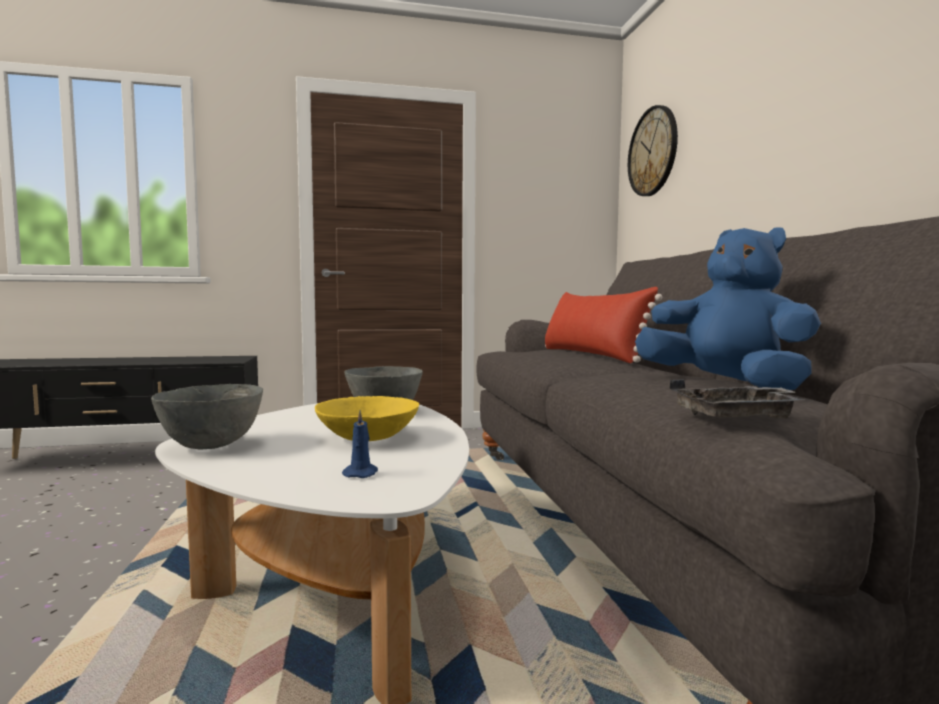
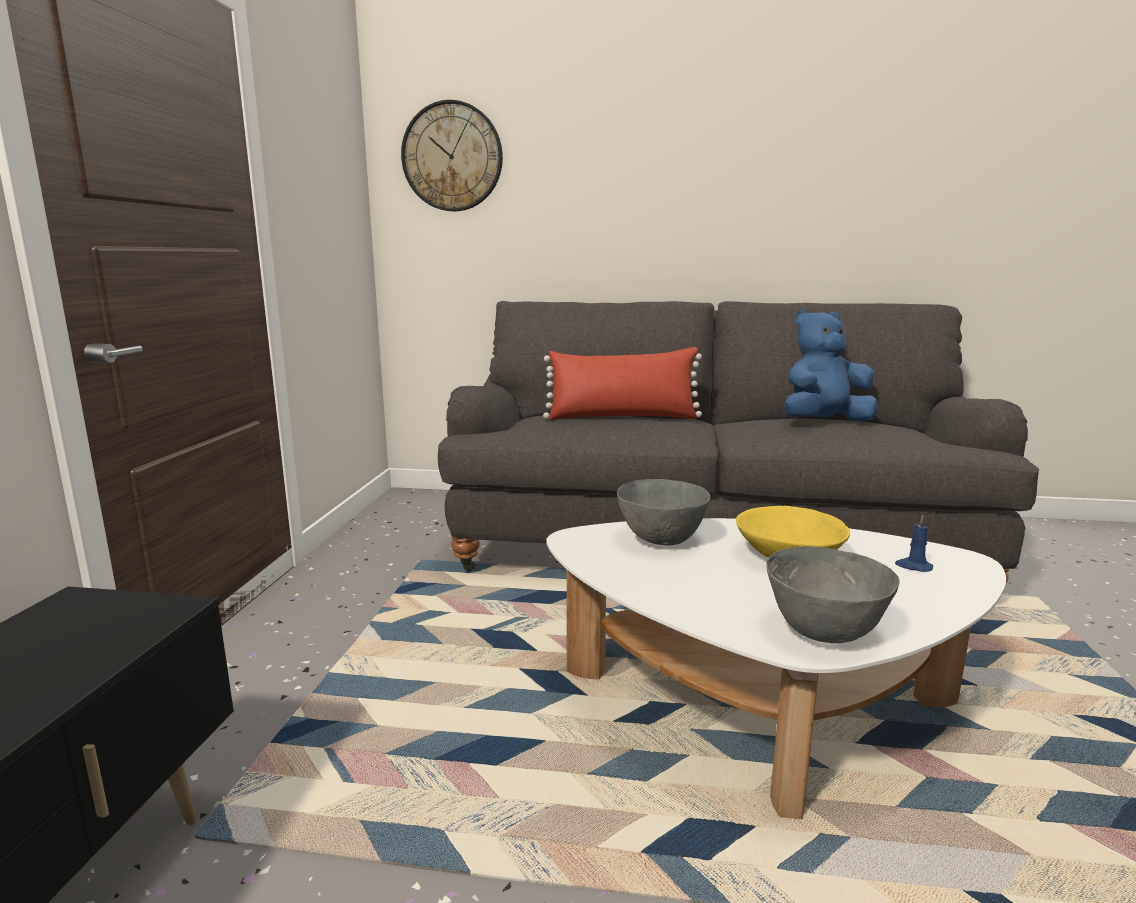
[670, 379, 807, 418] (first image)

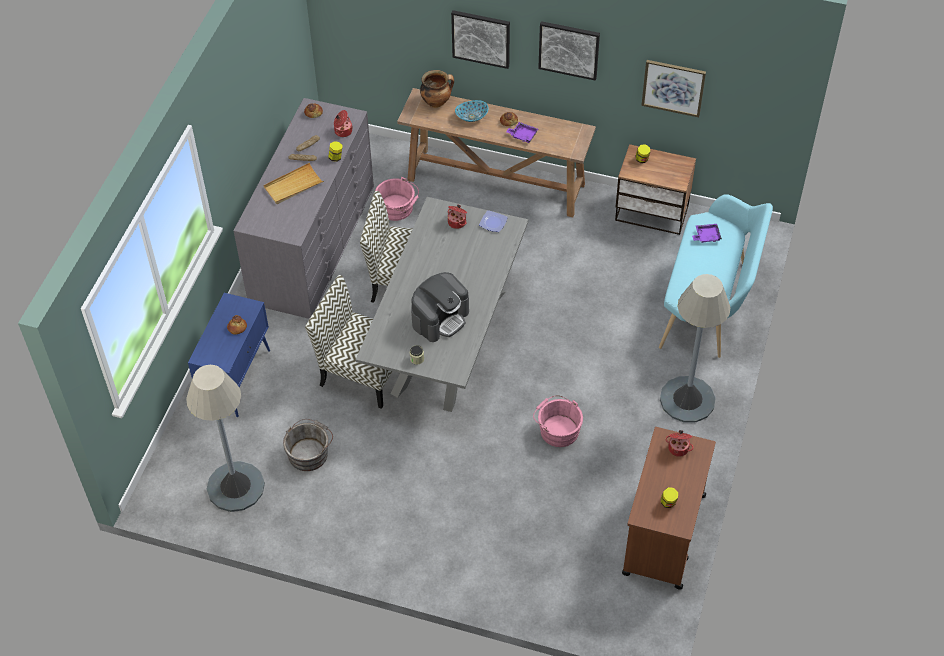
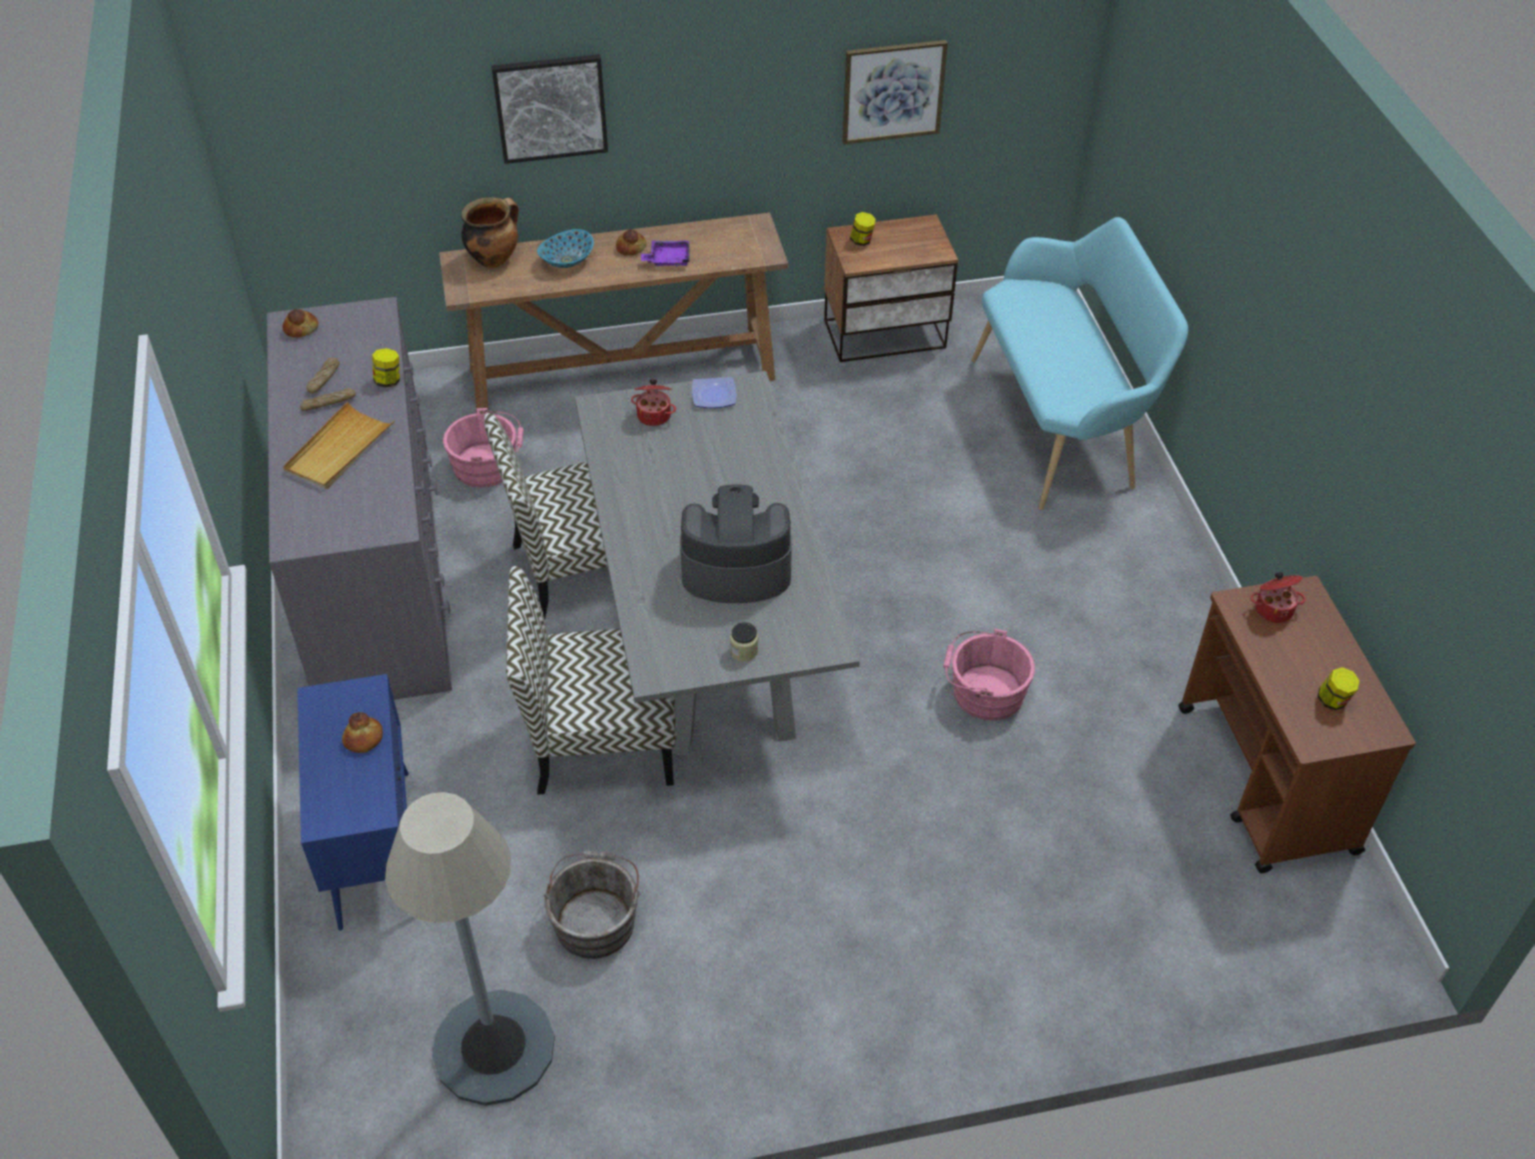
[334, 110, 353, 137] (first image)
[680, 484, 792, 603]
[538, 21, 600, 81] (first image)
[660, 274, 730, 423] (first image)
[692, 224, 722, 243] (first image)

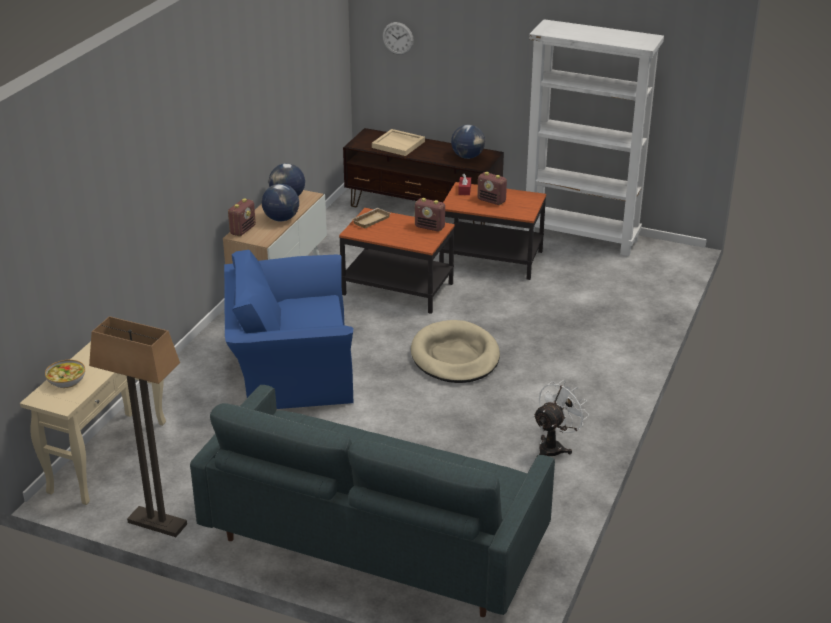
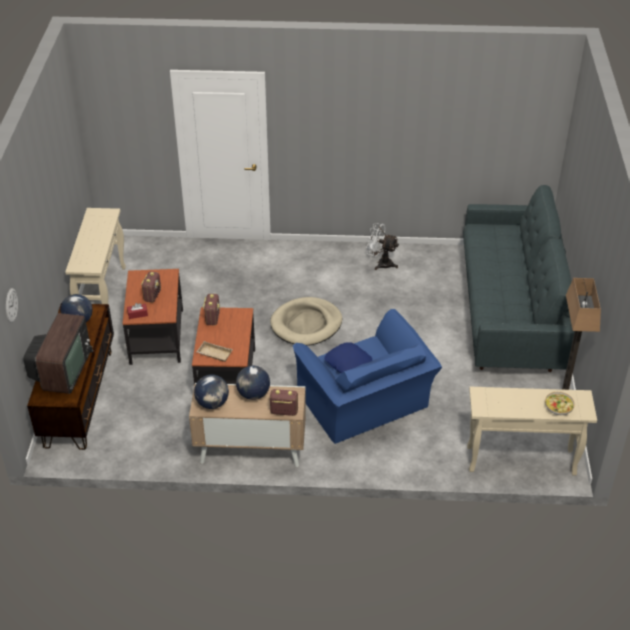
[23, 313, 93, 394]
[65, 208, 126, 304]
[325, 342, 372, 374]

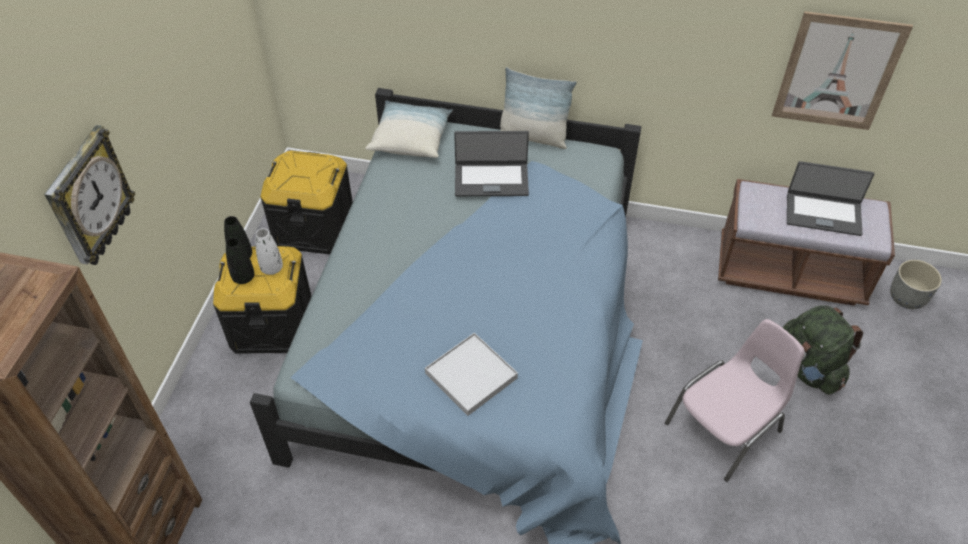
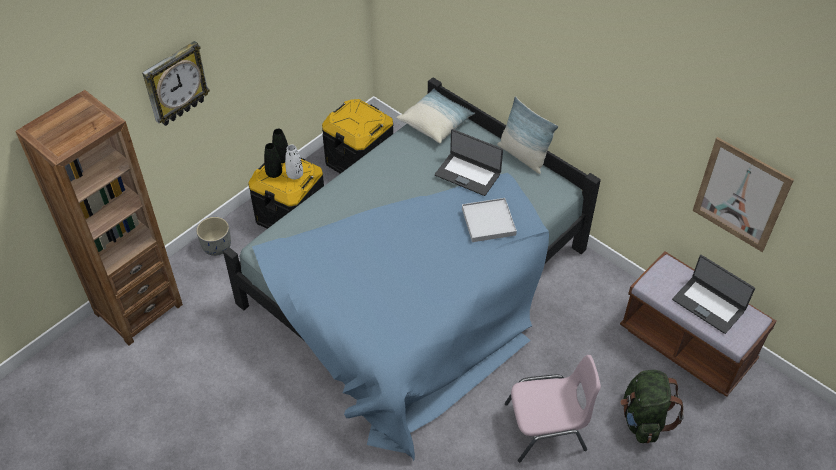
[462, 198, 517, 242]
[196, 217, 231, 256]

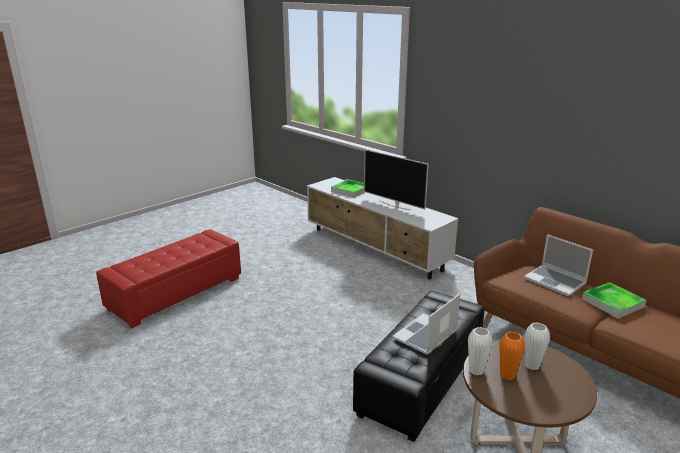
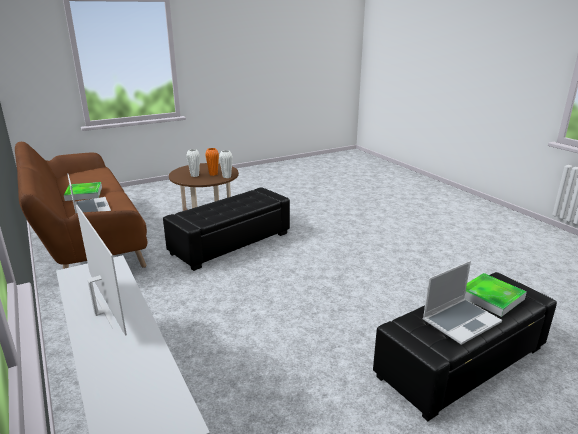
[373, 272, 557, 421]
[464, 273, 527, 317]
[423, 261, 502, 345]

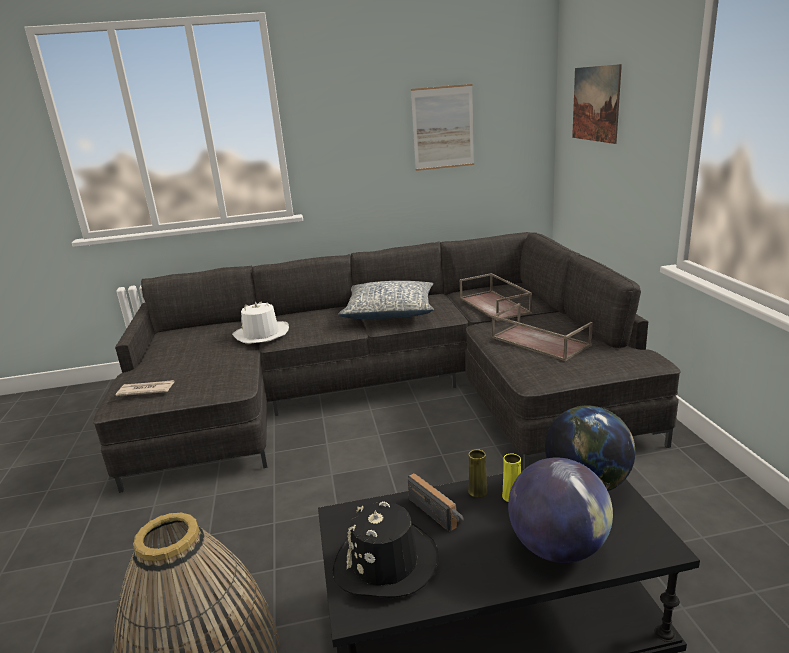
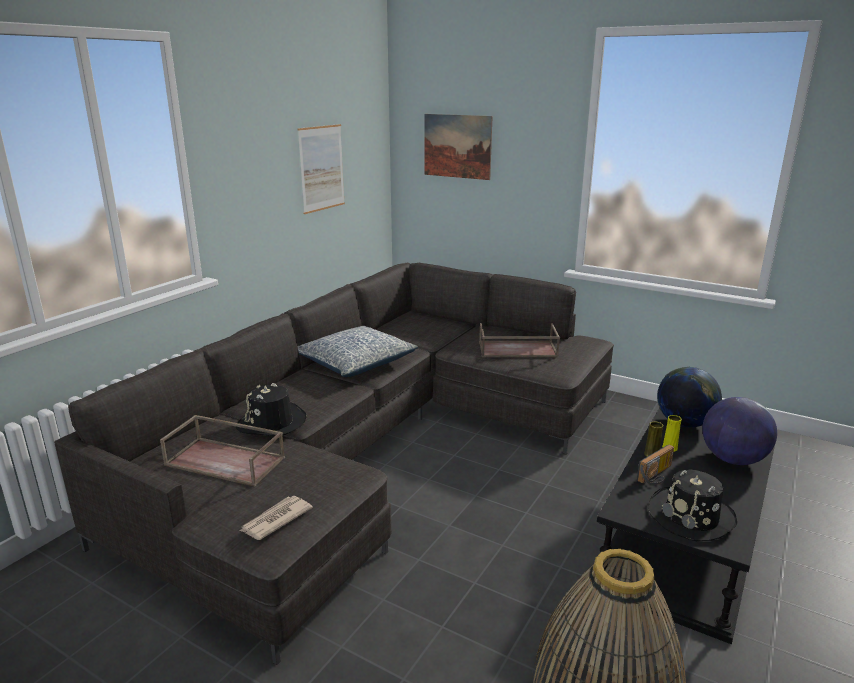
[236, 383, 307, 436]
[637, 445, 674, 485]
[160, 415, 285, 487]

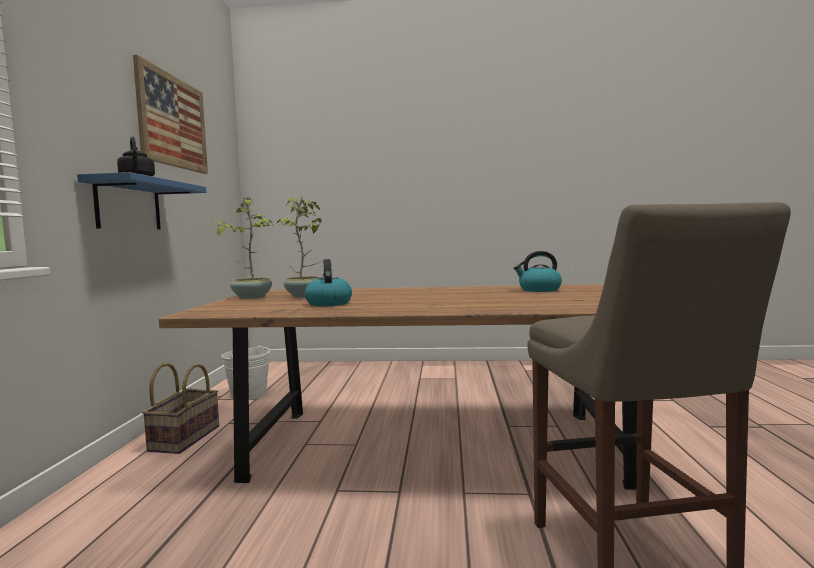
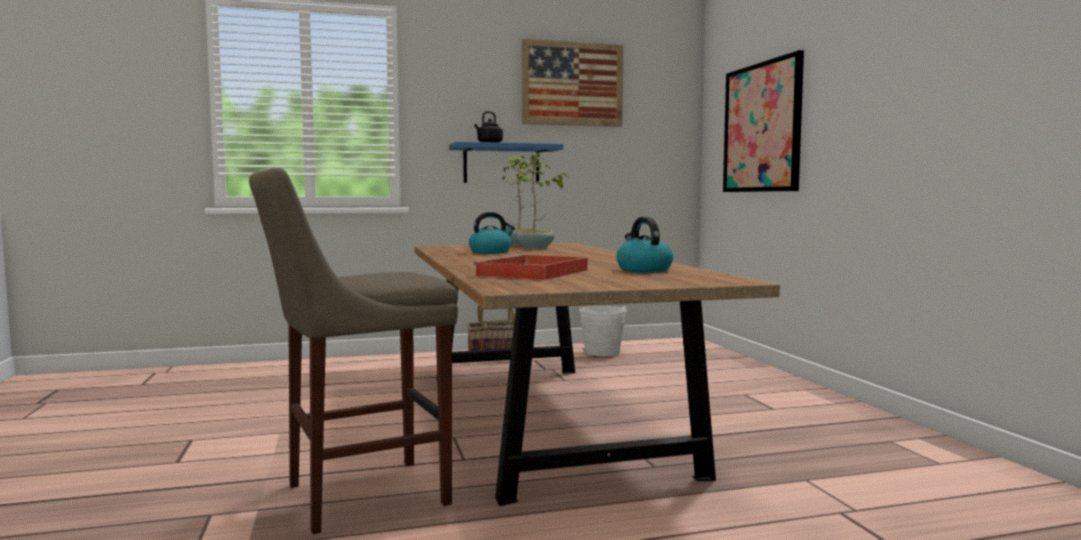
[473, 254, 588, 280]
[723, 50, 804, 192]

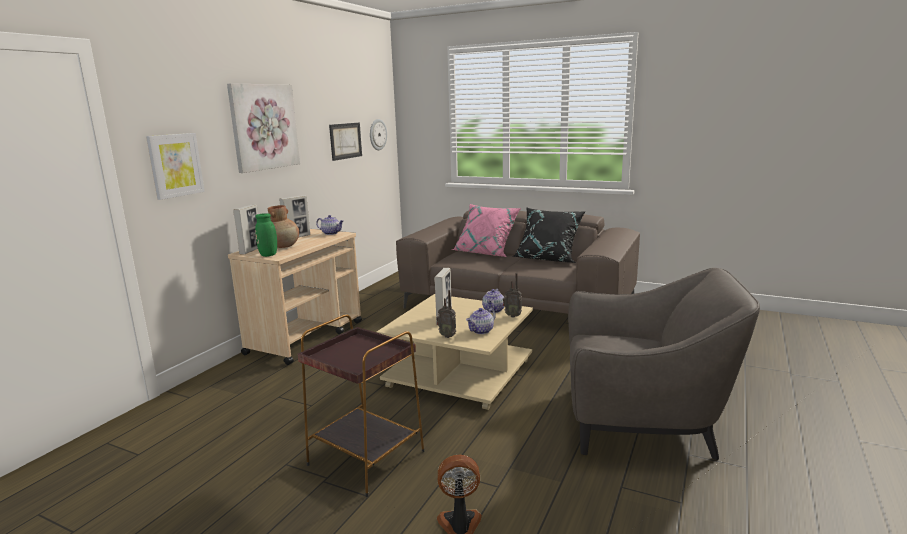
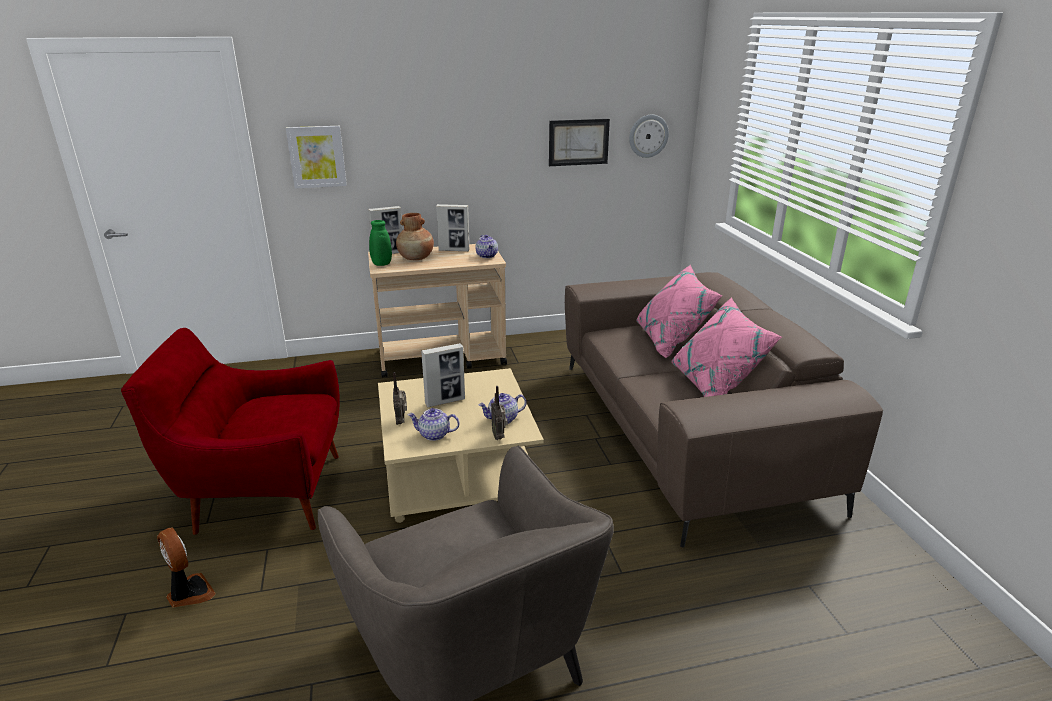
[227, 83, 300, 173] (first image)
[121, 328, 340, 535]
[672, 298, 782, 397]

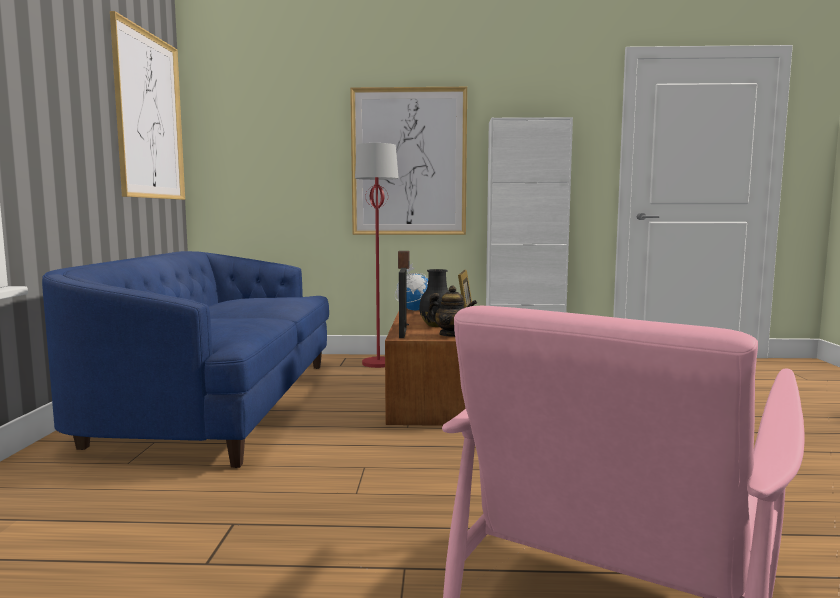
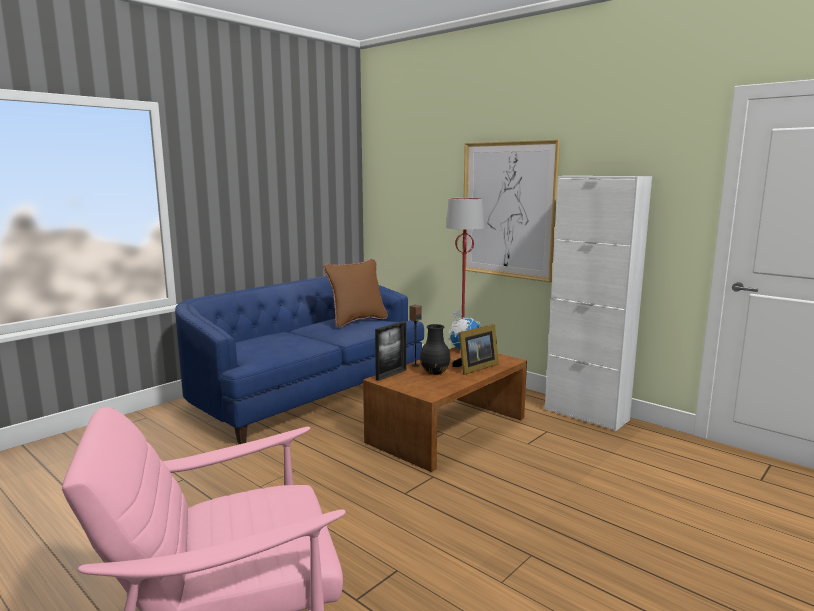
[110, 11, 185, 200] (first image)
[427, 286, 477, 337] (first image)
[323, 259, 388, 328]

